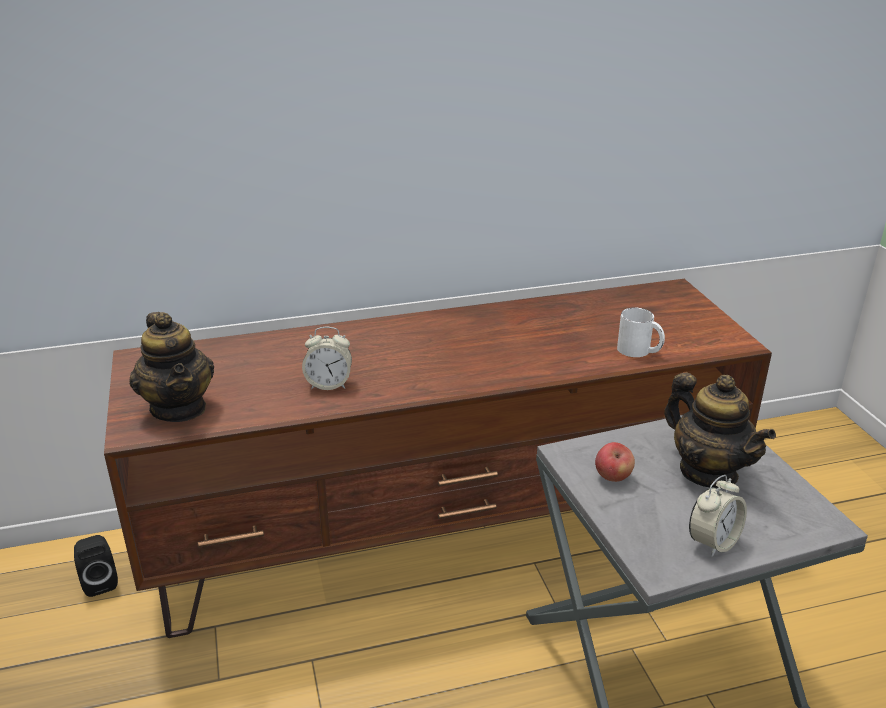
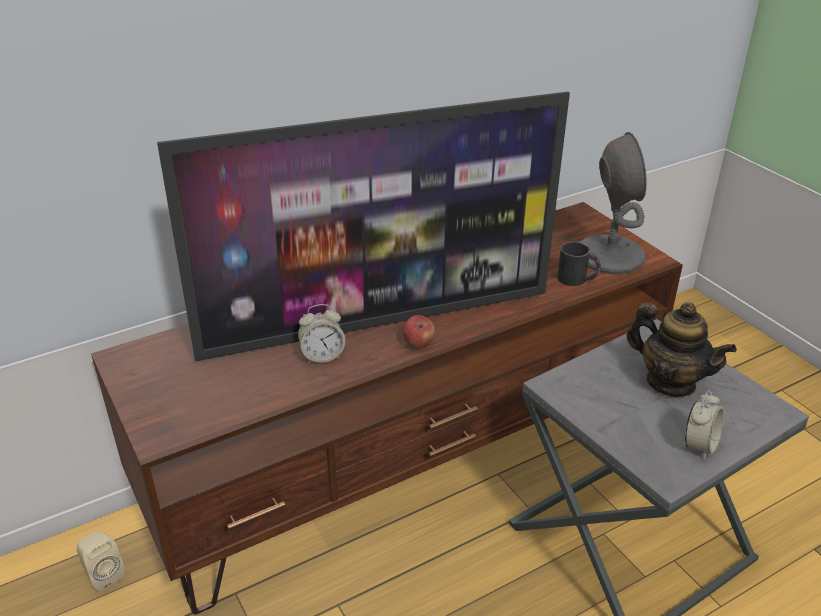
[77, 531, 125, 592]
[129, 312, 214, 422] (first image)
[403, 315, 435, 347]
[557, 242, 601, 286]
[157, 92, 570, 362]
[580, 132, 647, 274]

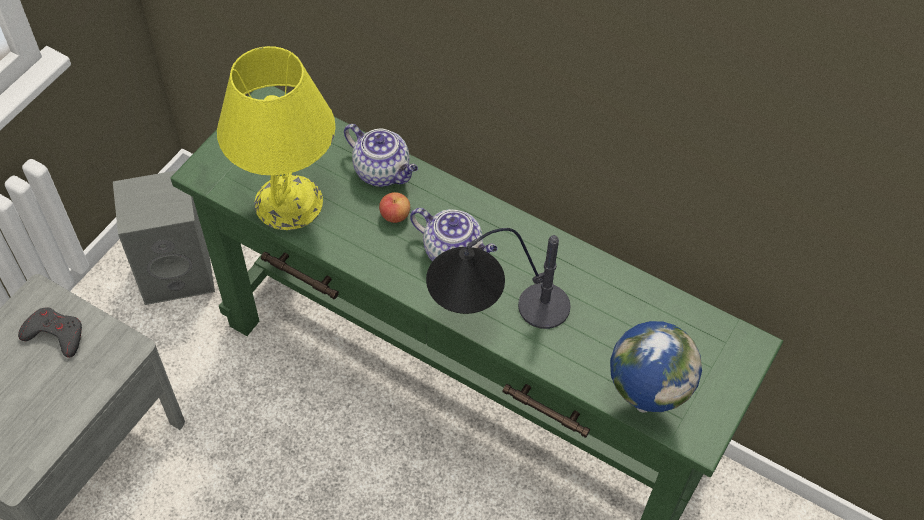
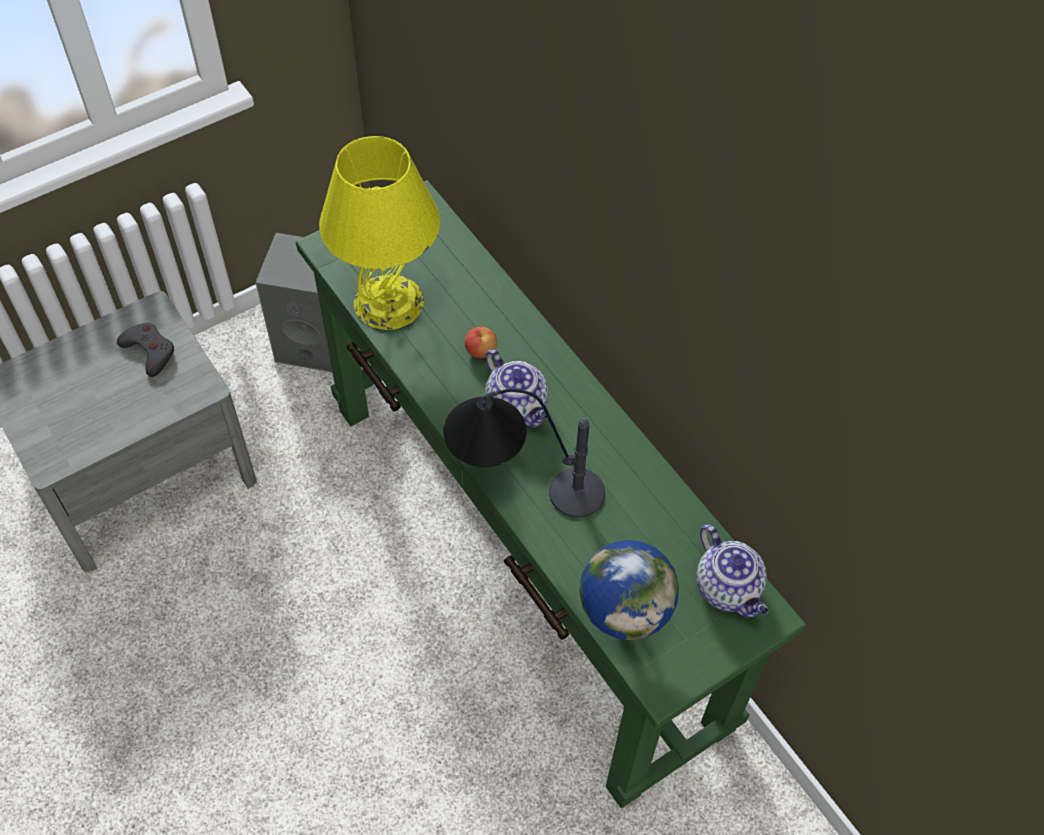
[696, 524, 768, 618]

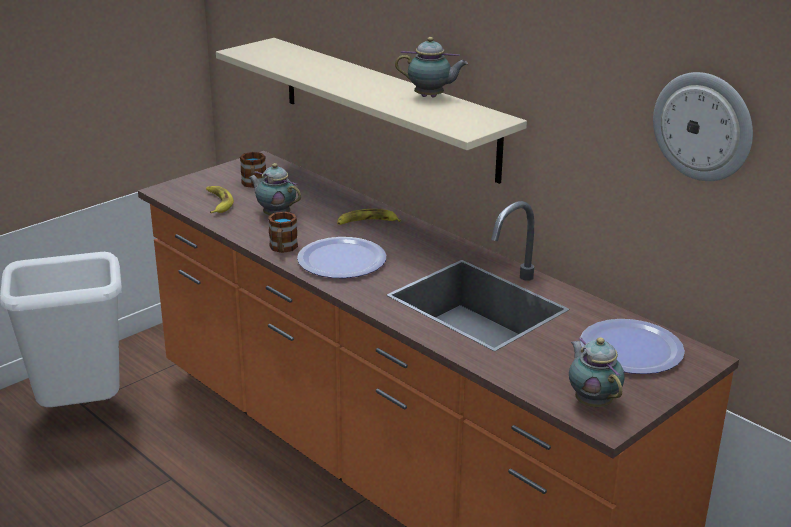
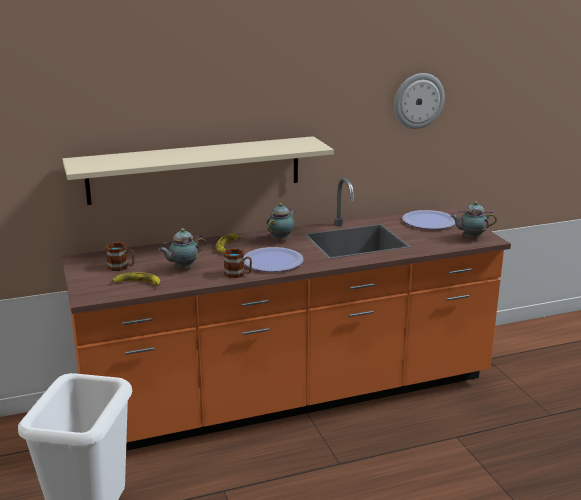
[267, 203, 295, 241]

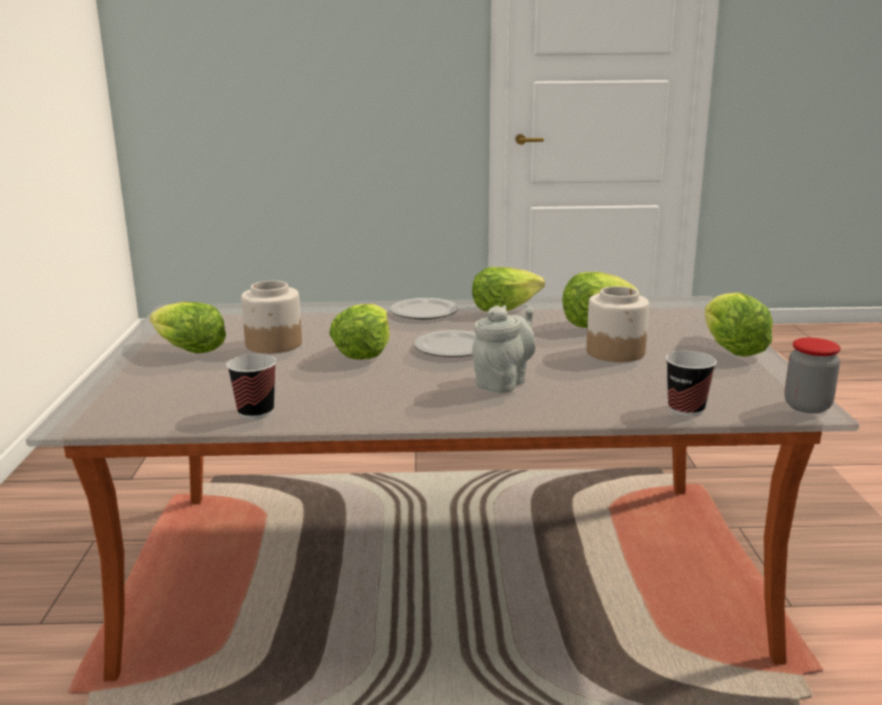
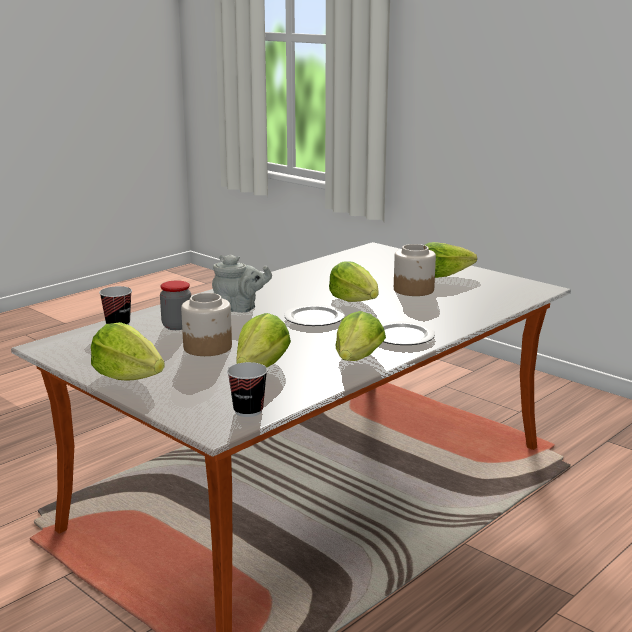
[227, 362, 268, 417]
[212, 254, 272, 313]
[160, 280, 191, 330]

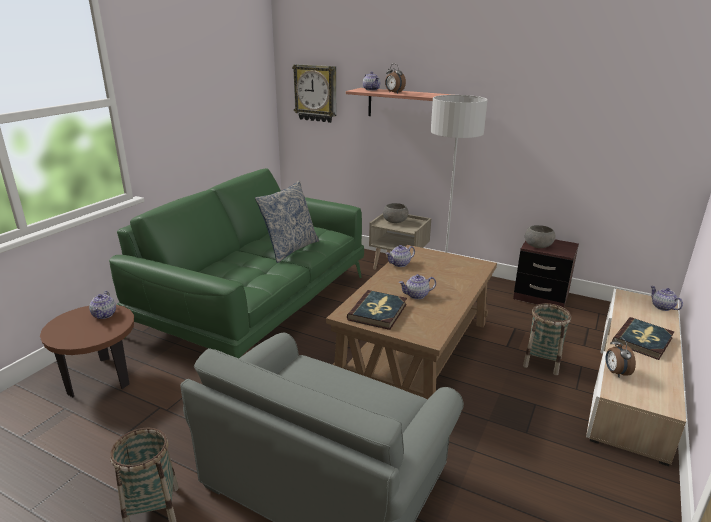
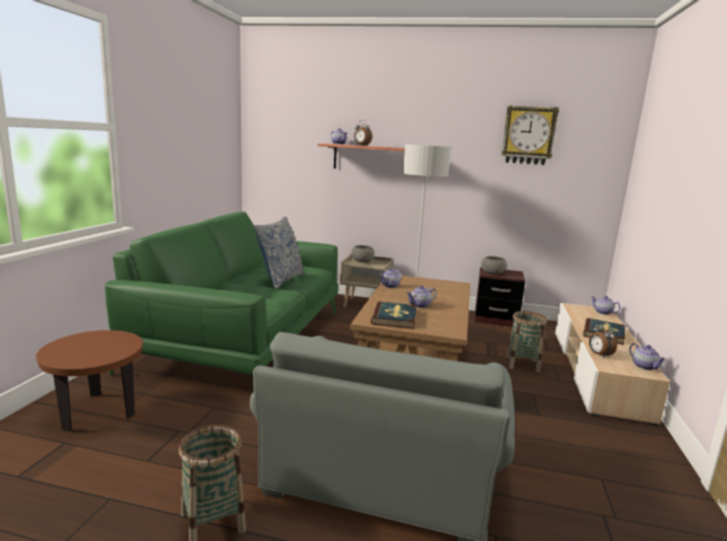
[629, 343, 666, 370]
[501, 106, 559, 165]

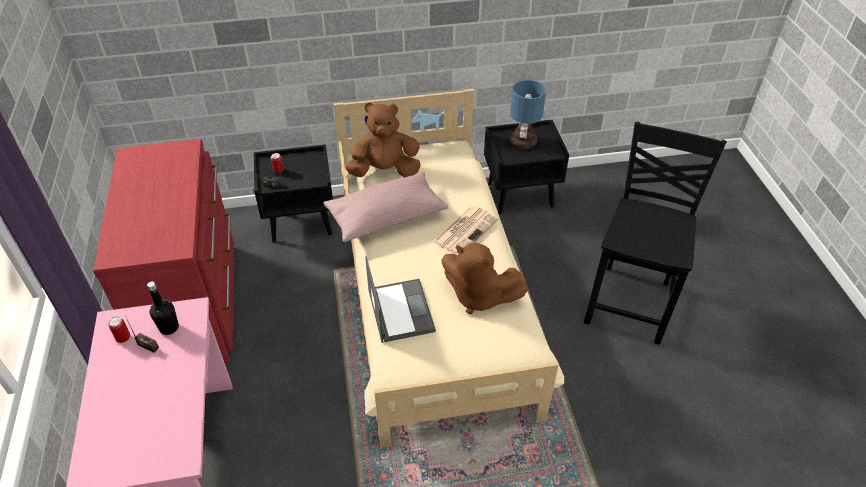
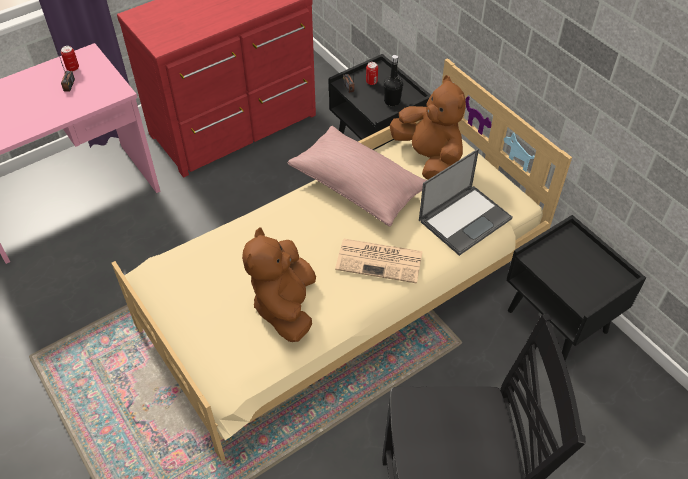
[384, 55, 403, 106]
[419, 149, 512, 256]
[510, 80, 546, 149] (first image)

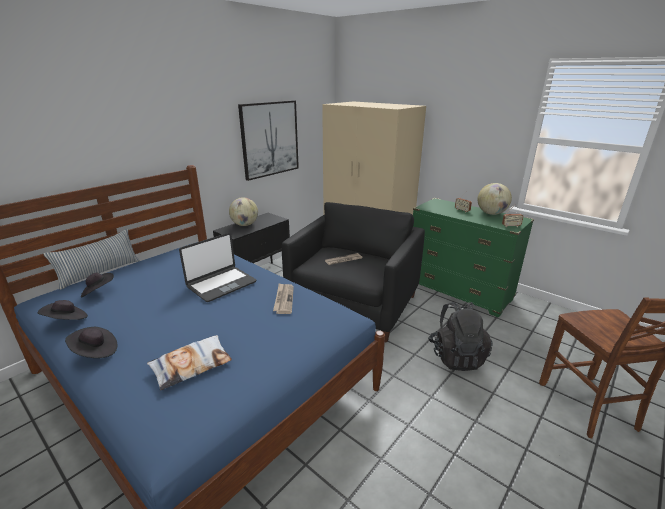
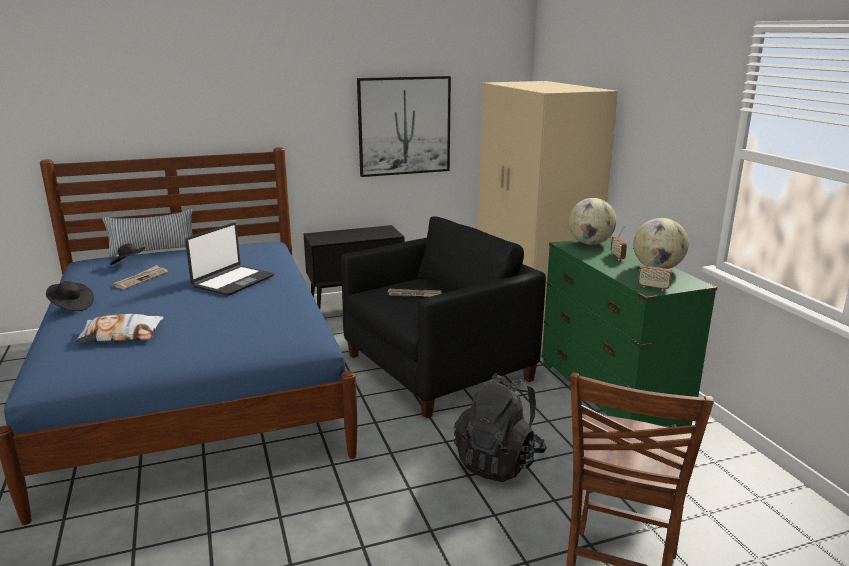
[38, 300, 88, 320] (first image)
[185, 222, 274, 296]
[568, 198, 617, 245]
[113, 265, 168, 289]

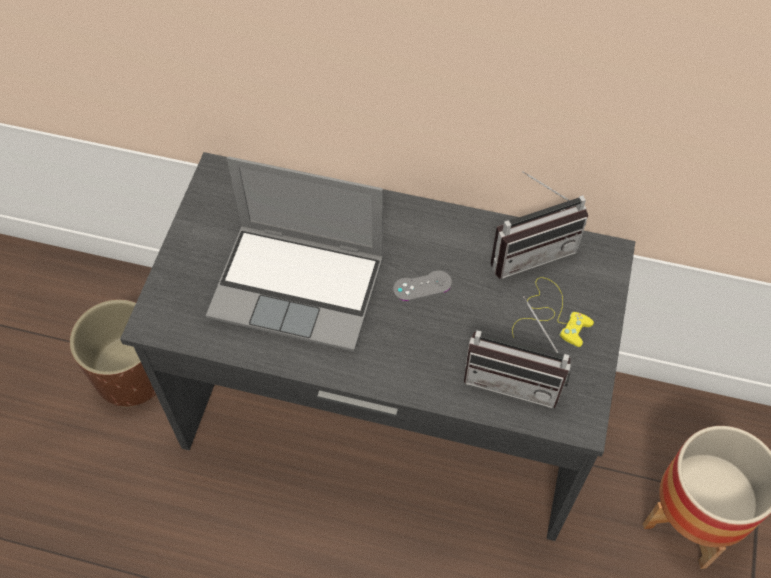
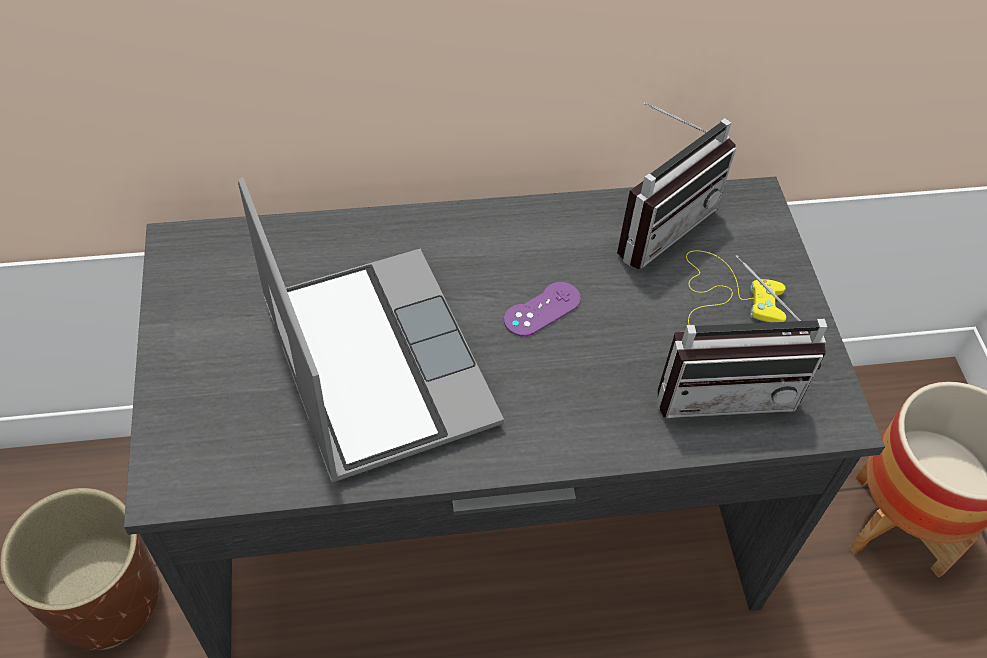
[238, 177, 504, 483]
[504, 282, 581, 337]

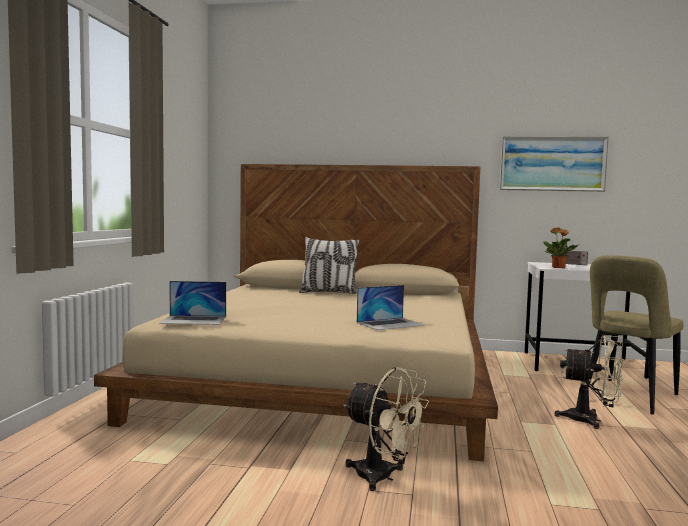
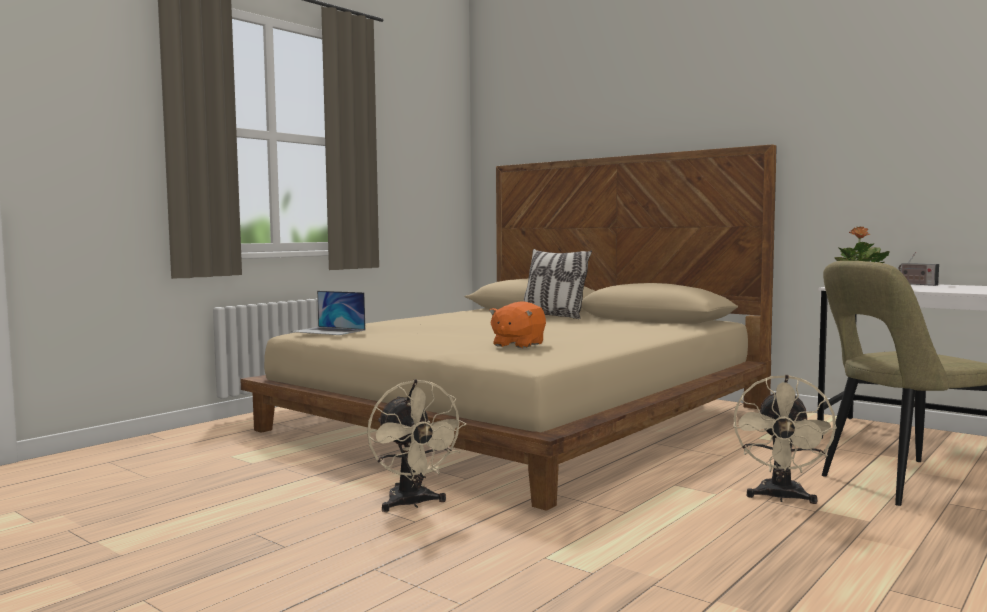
[489, 301, 546, 348]
[500, 137, 609, 192] (first image)
[733, 375, 837, 504]

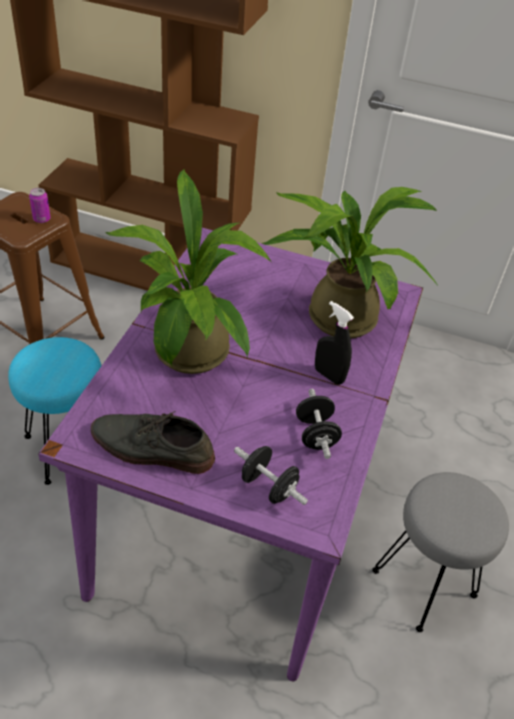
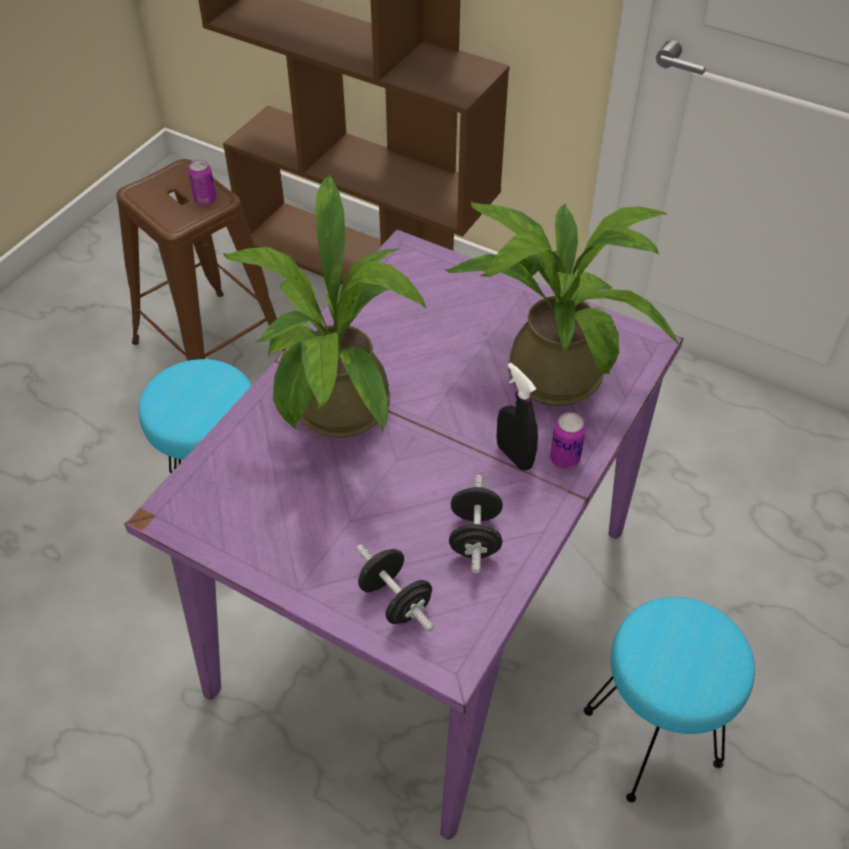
[91, 411, 215, 474] (first image)
[584, 597, 755, 802]
[550, 412, 586, 469]

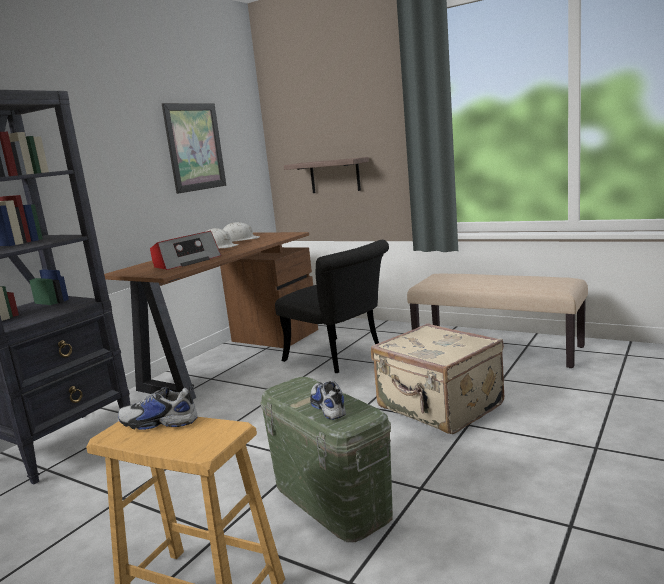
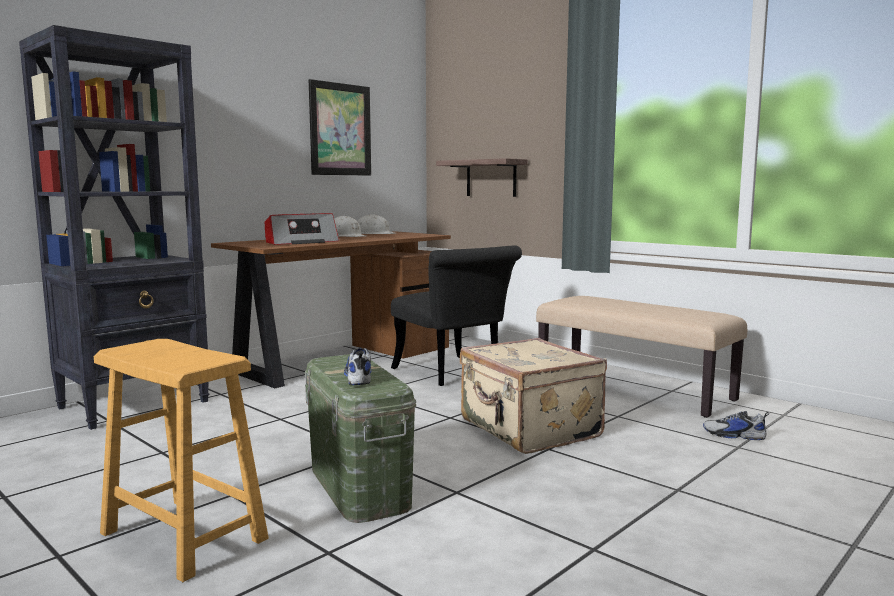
[703, 411, 769, 440]

